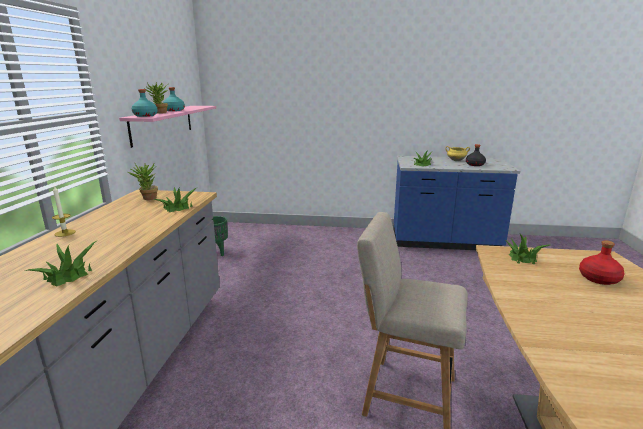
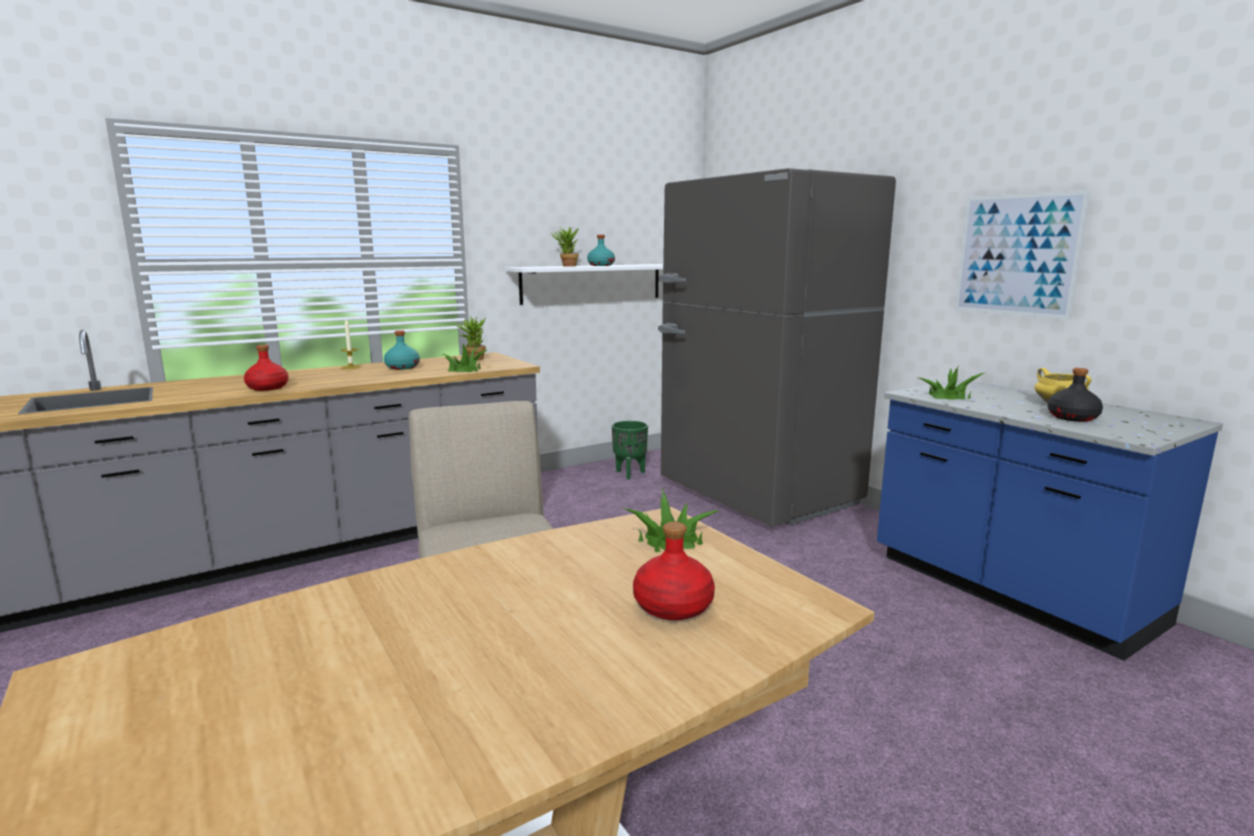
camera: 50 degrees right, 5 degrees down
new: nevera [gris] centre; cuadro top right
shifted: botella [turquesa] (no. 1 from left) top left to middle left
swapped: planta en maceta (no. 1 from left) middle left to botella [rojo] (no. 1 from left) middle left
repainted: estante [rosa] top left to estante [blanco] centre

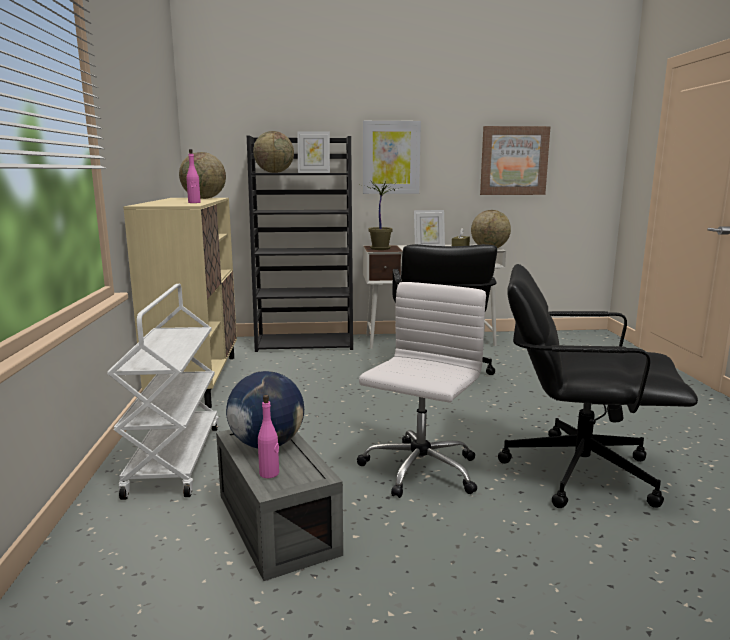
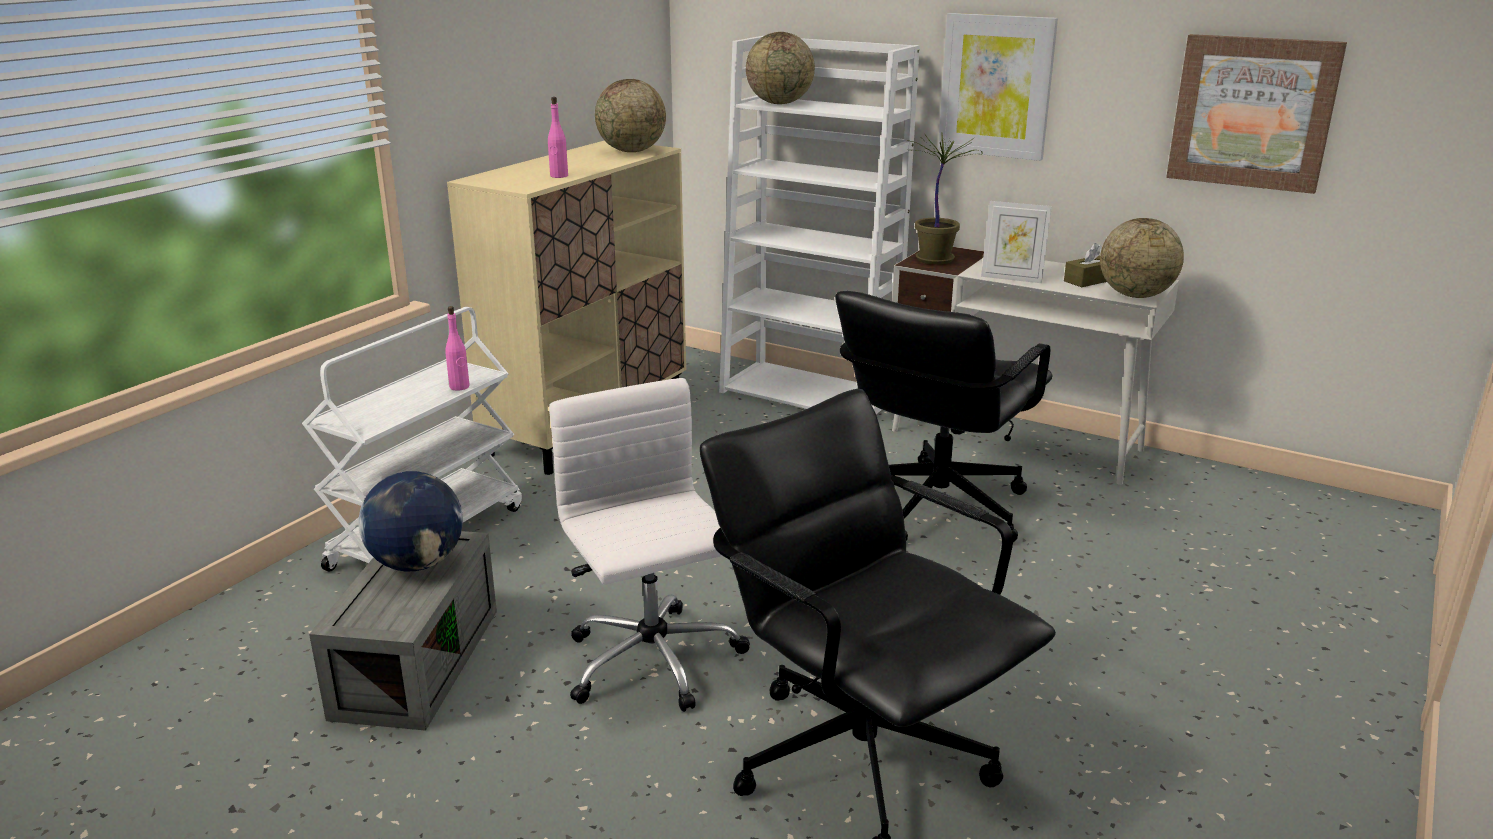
camera: 35 degrees right, 10 degrees up
gone: portarretratos (no. 1 from left) top centre
shifted: botella [rosa] (no. 2 from left in the first image) bottom centre to botella [rosa] (no. 1 from left) middle left
repainted: estantería [negro] centre to estantería [blanco] top centre
rotated: silla de oficina [blanco] centre = centre 90 degrees counterclockwise

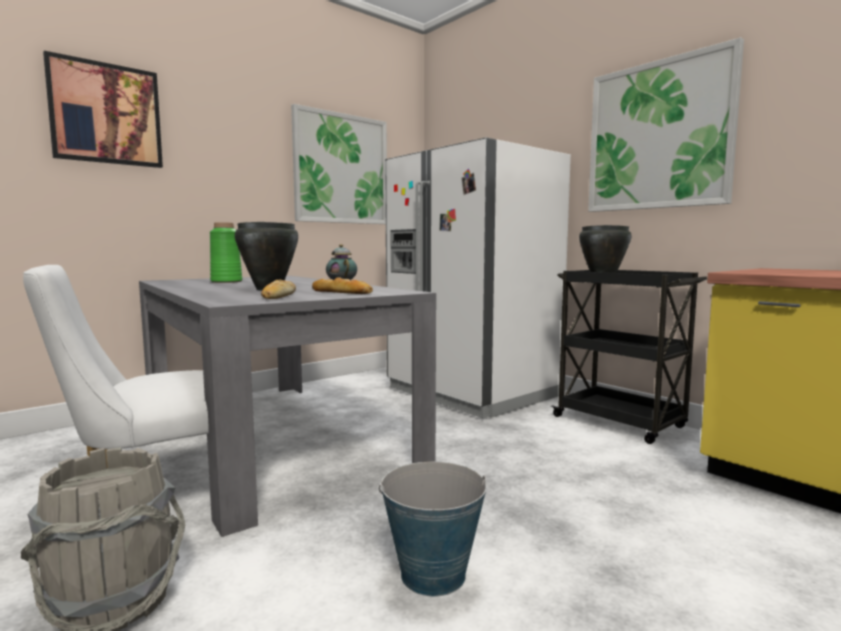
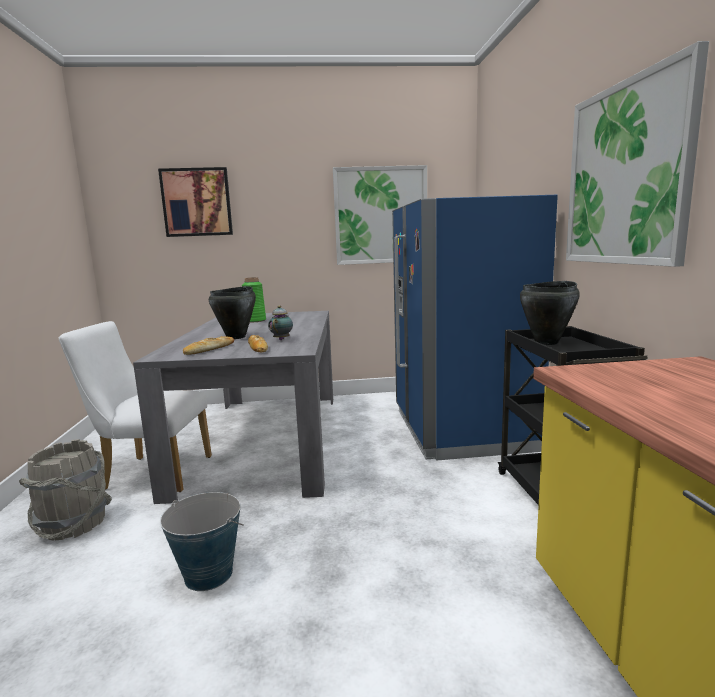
camera: 35 degrees right, 5 degrees up
repainted: nevera [blanco] centre to nevera [azul] centre

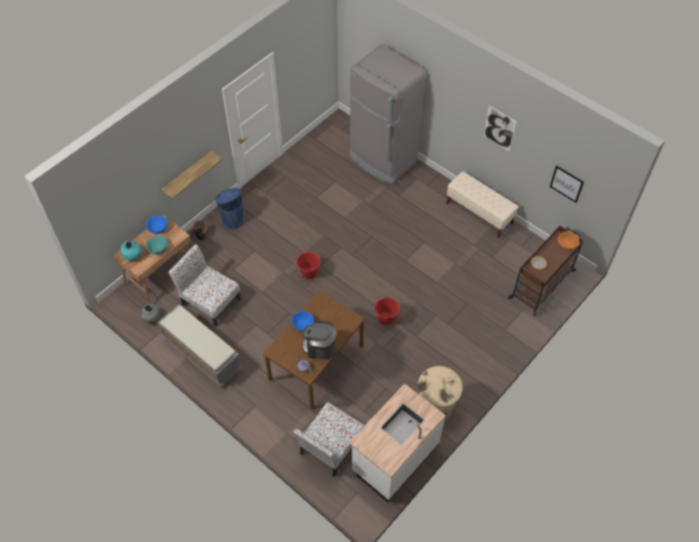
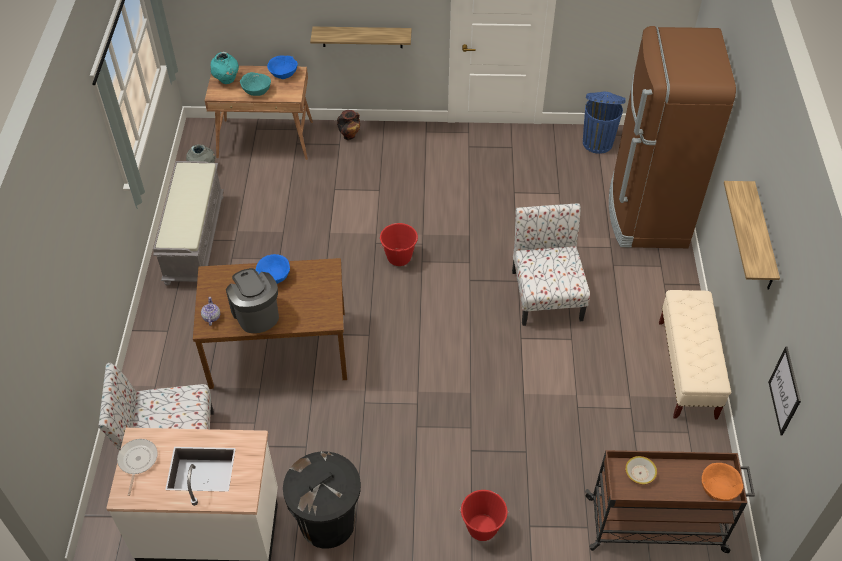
camera: 50 degrees right, 5 degrees down
new: sartén bottom left
shifted: silla (no. 1 from left in the first image) middle left to silla (no. 2 from left) centre; papelera [azul] middle left to top right; cubo [rojo] (no. 2 from left) centre to bottom centre
swapped: cuadro (no. 1 from left) top right to estante (no. 2 from left) middle right
repainted: nevera [gris] top centre to nevera [marrón] top right; papelera [beis] bottom centre to papelera [negro] bottom centre

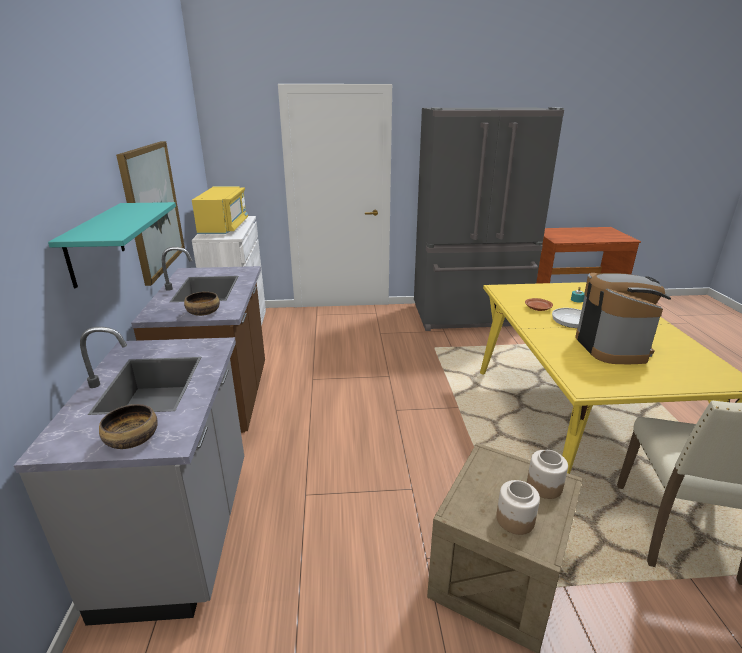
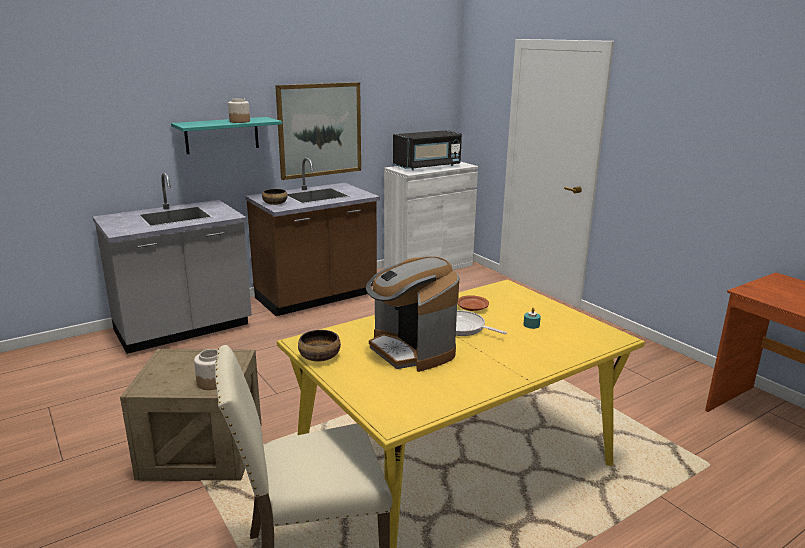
camera: 60 degrees right, 5 degrees down
gone: nevera [gris] centre
shifted: cuenco (no. 1 from left in the first image) middle left to cuenco (no. 2 from left) centre; tarro (no. 1 from left in the first image) bottom right to tarro (no. 2 from left) top left
repainted: microondas [amarillo] top left to microondas [negro] top centre
rotated: cafetera middle right = centre 90 degrees clockwise

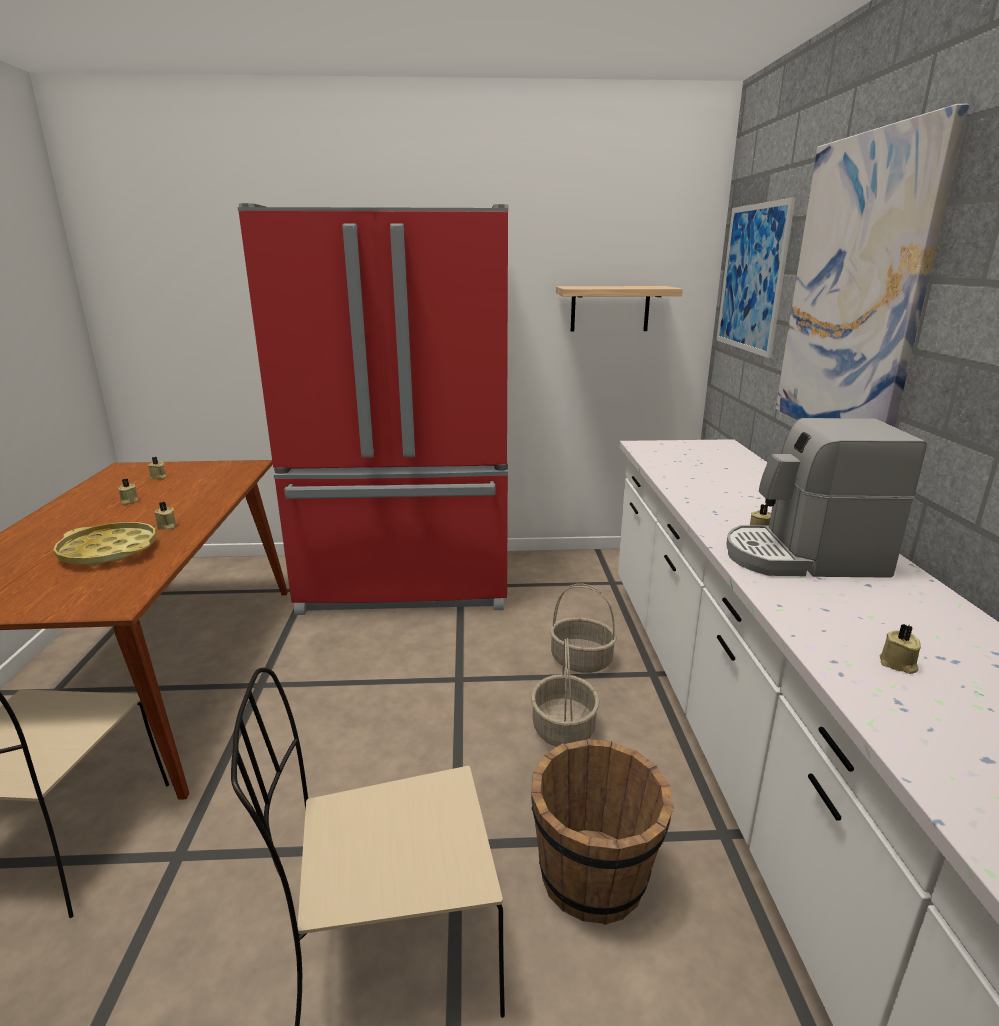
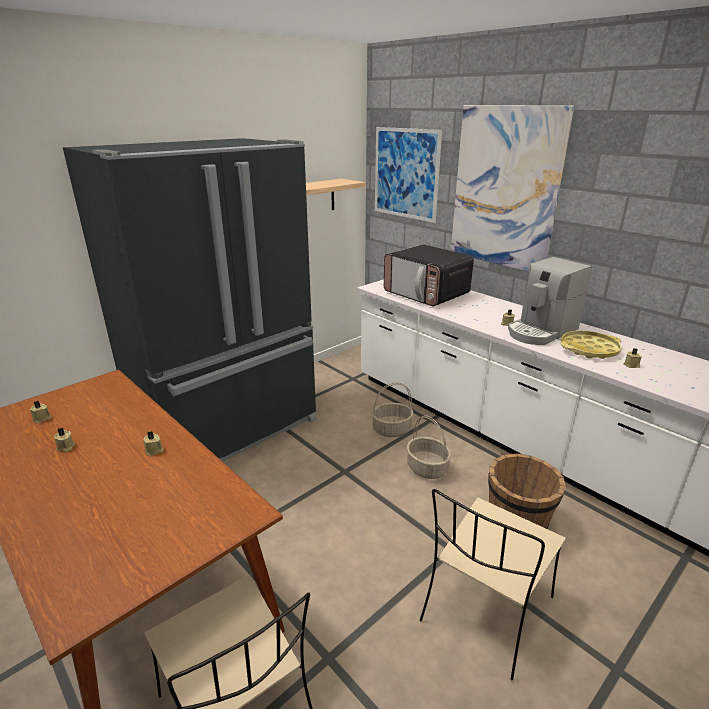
camera: 40 degrees left, 5 degrees up
new: microondas centre
shifted: bandeja [amarillo] middle left to middle right
repainted: nevera [rojo] centre to nevera [negro] middle left

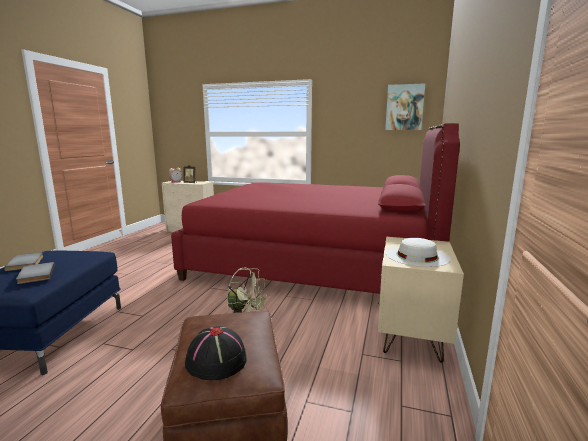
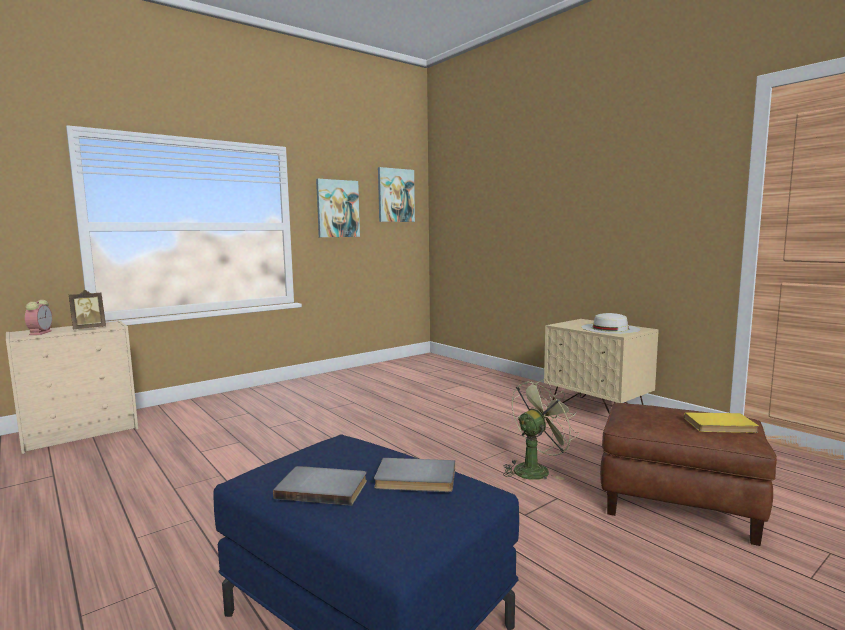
camera: 55 degrees left, 5 degrees down
gone: cama [rojo] centre
new: cuadro (no. 1 from left) top centre
swapped: sombrero [negro] bottom centre to libro [amarillo] bottom right

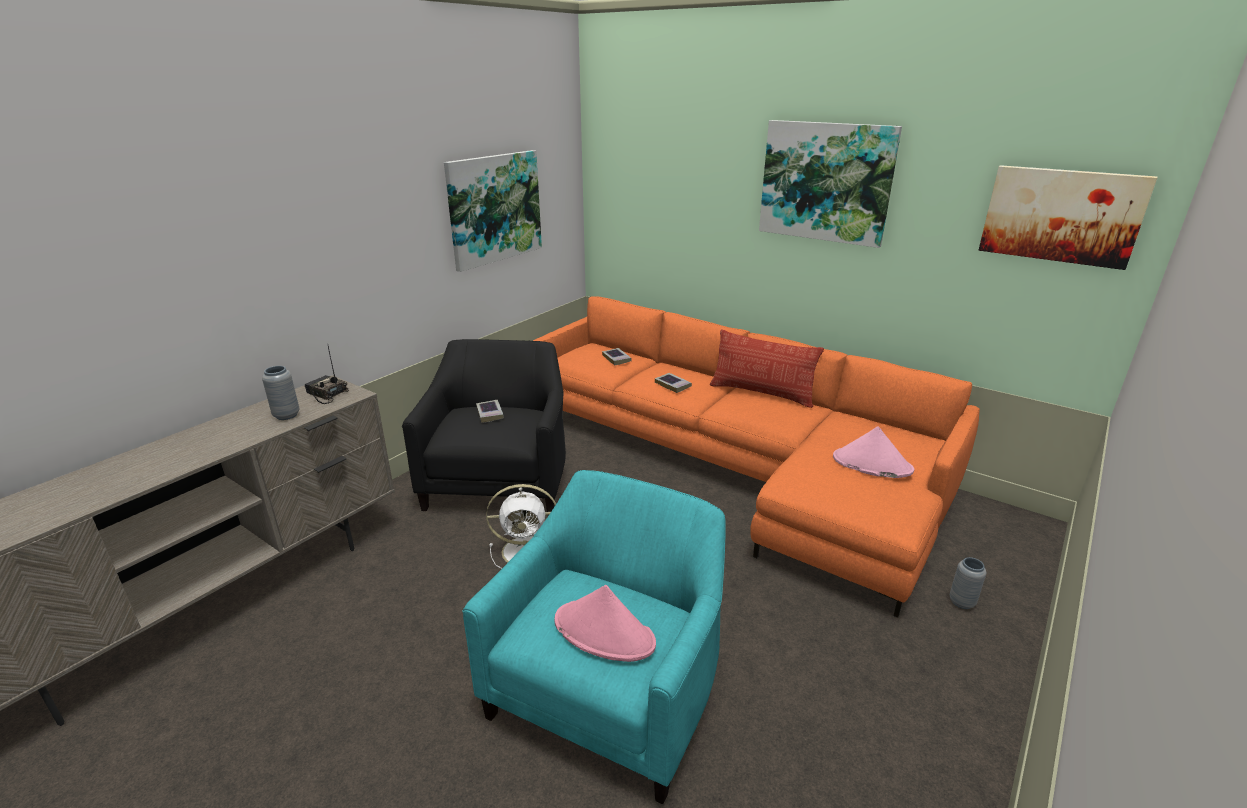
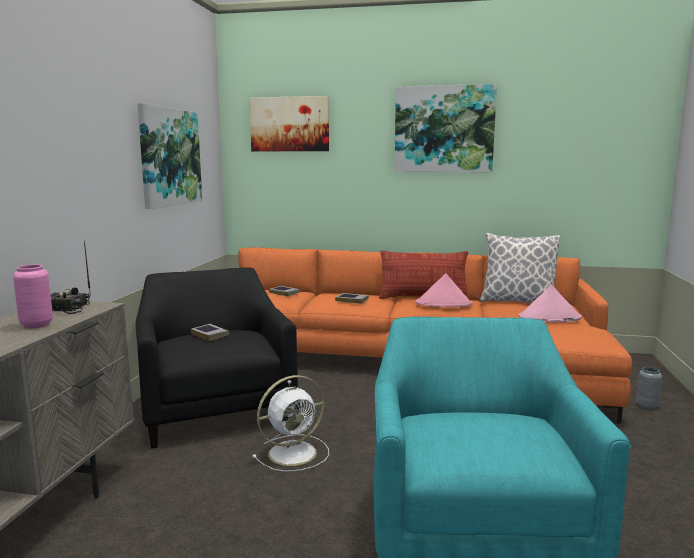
camera: 25 degrees left, 15 degrees down
new: cojín (no. 2 from left) middle right
shifted: sombrero [rosa] (no. 1 from left) bottom centre to centre; cuadro (no. 3 from left in the first image) top right to cuadro (no. 2 from left) top centre
repainted: florero [gris] (no. 1 from left) middle left to florero [rosa] middle left

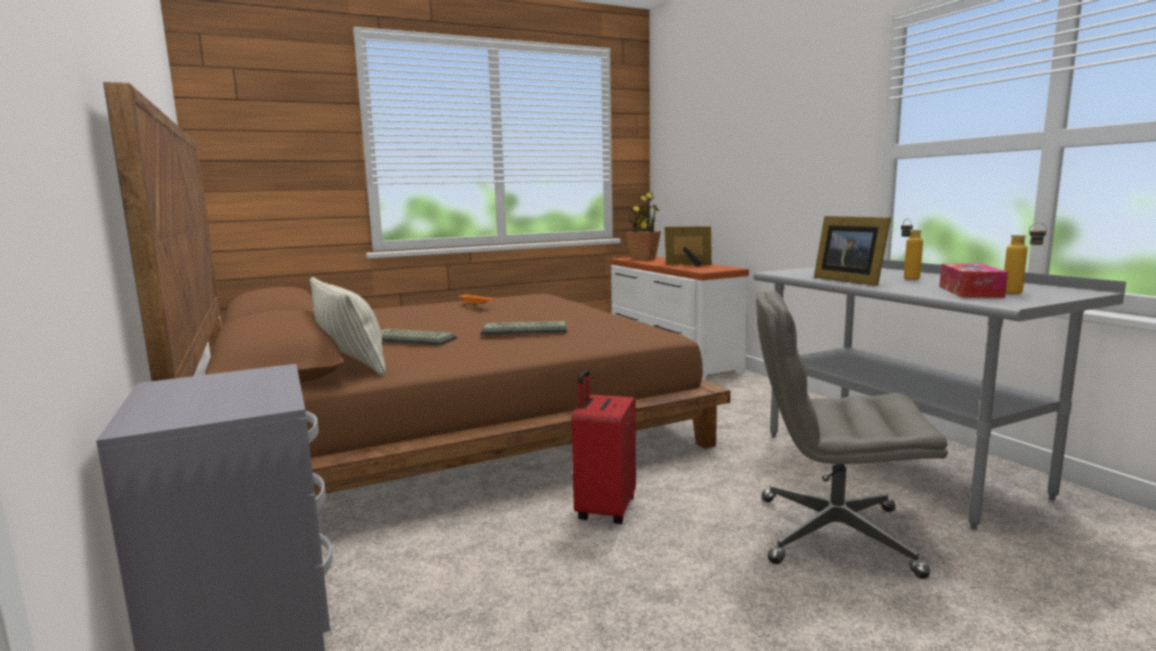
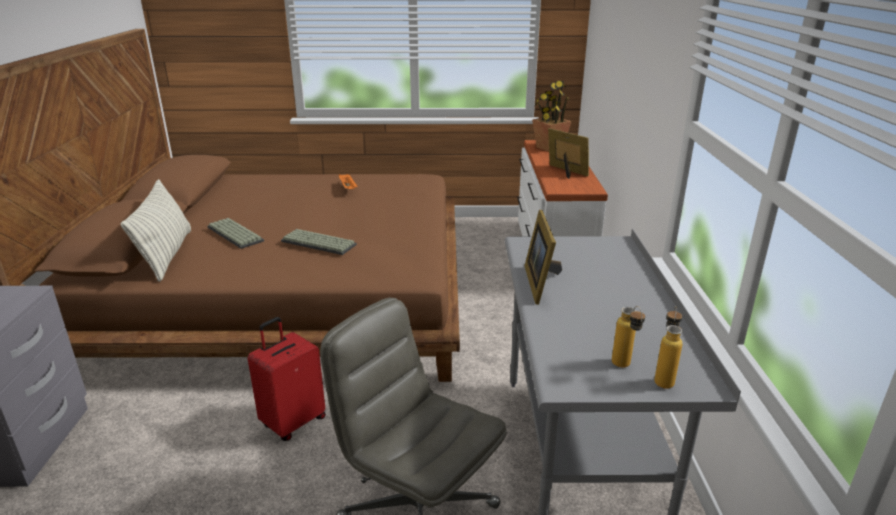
camera: 25 degrees right, 15 degrees up
gone: caja de pañuelos middle right
shifted: botella (no. 1 from left in the first image) middle right to botella (no. 2 from left) bottom right

